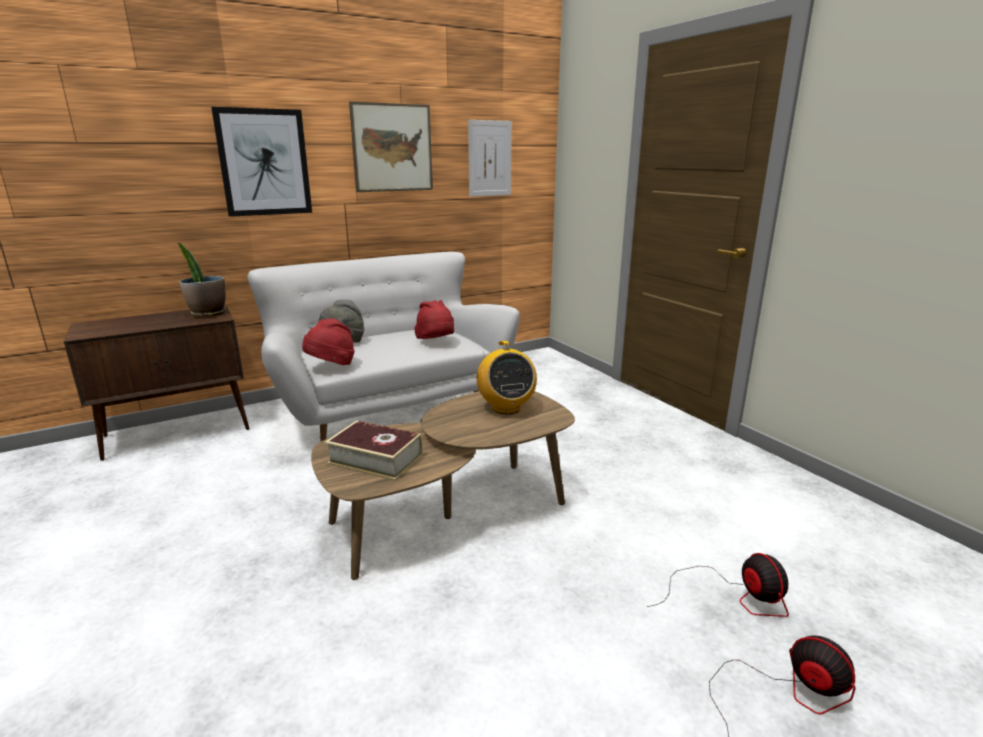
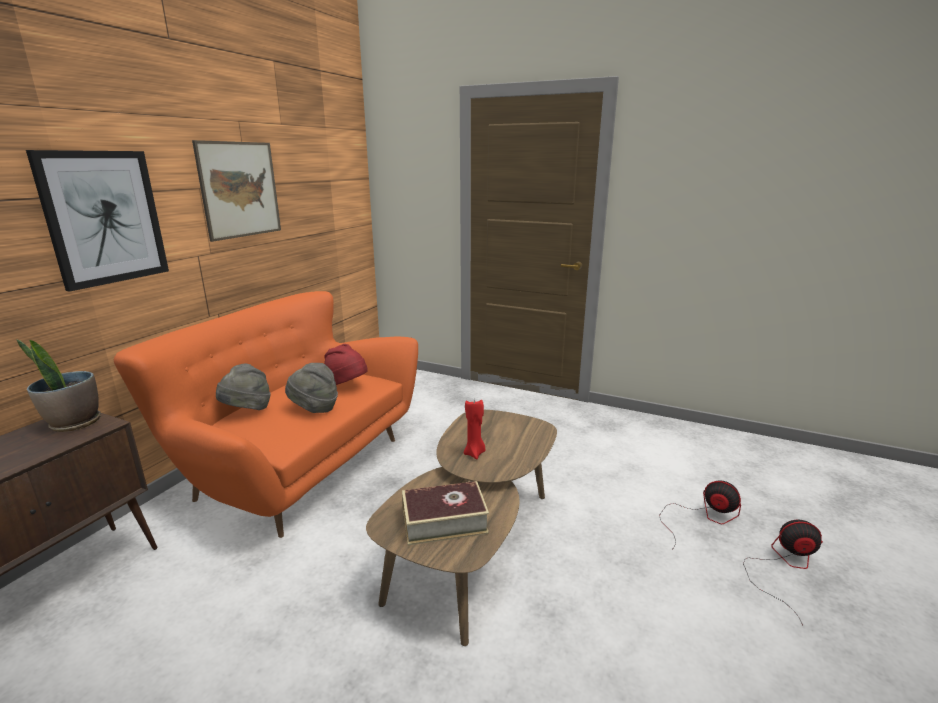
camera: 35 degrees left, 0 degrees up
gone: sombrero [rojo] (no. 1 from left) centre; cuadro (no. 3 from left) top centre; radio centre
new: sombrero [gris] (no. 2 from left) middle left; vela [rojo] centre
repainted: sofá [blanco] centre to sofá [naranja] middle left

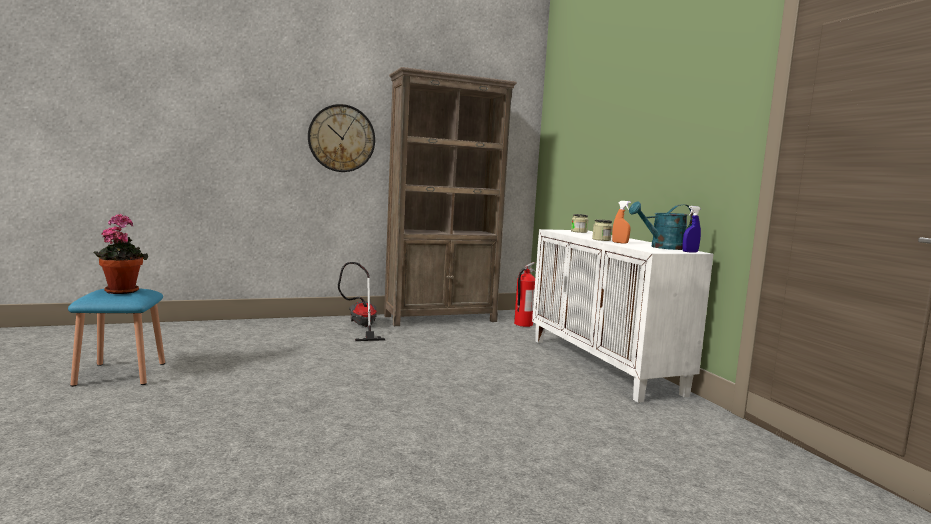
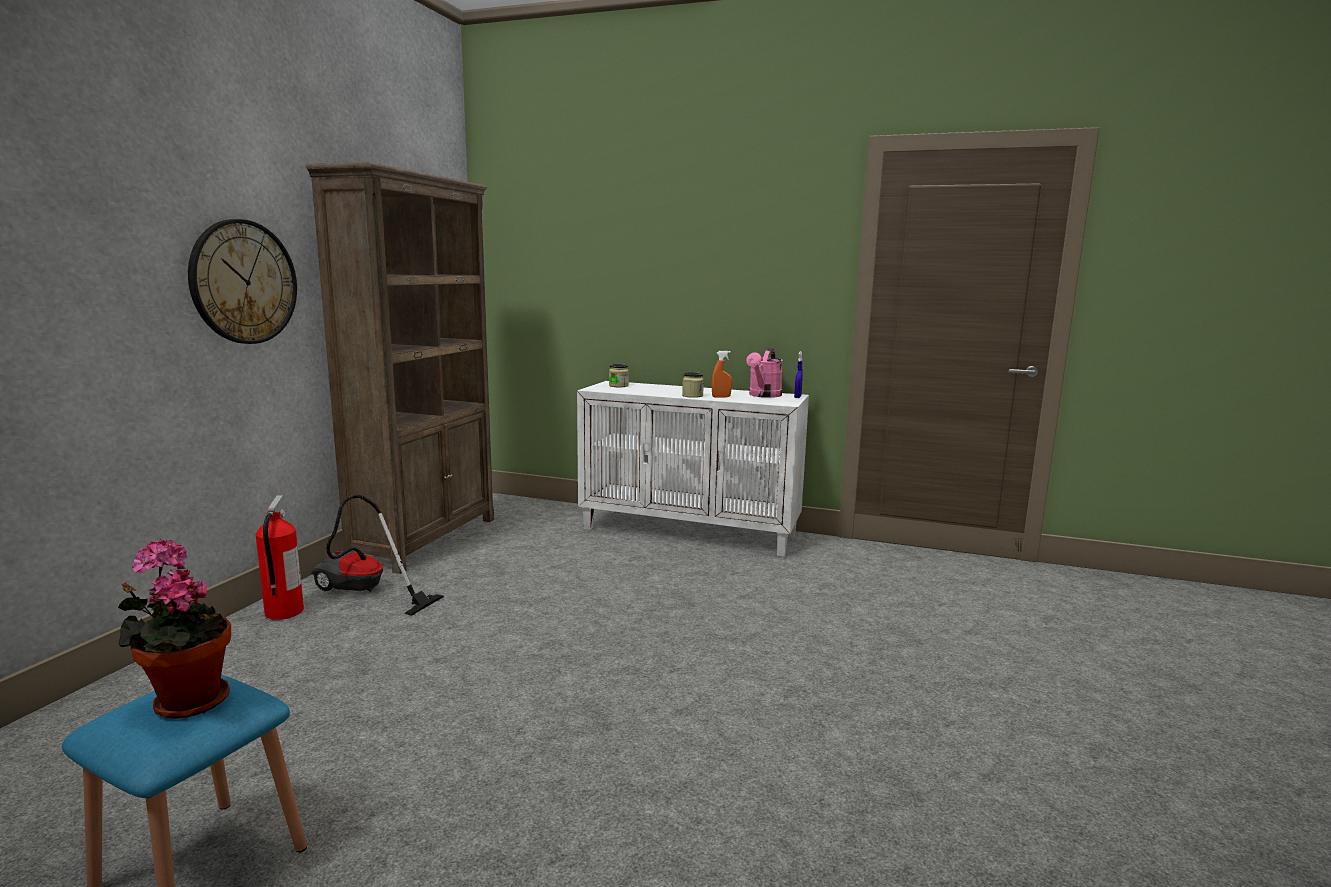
camera: 50 degrees left, 5 degrees up
shifted: extintor centre to middle left
repainted: regadera [turquesa] middle right to regadera [rosa] centre

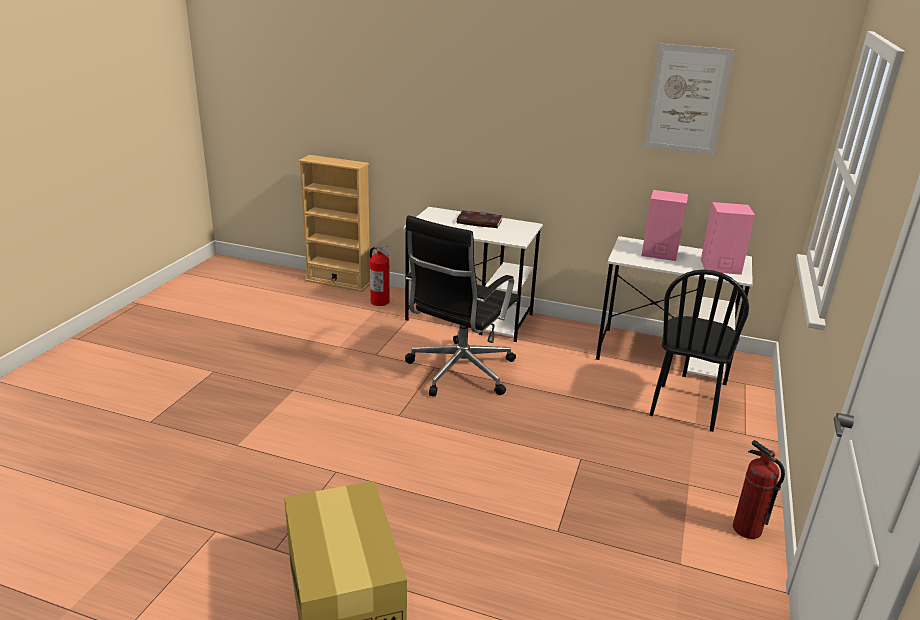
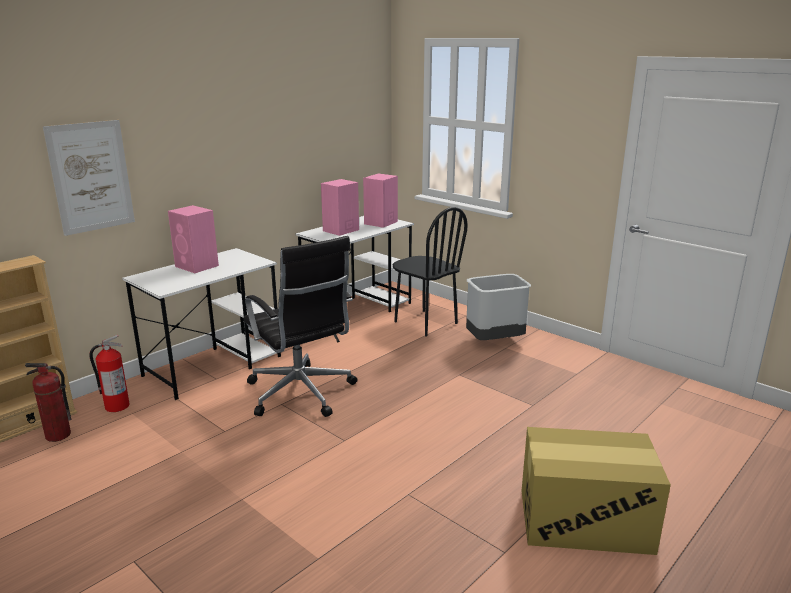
camera: 65 degrees left, 5 degrees down
new: papelera [gris] centre
shifted: cuadro top right to top left; extintor (no. 2 from left in the first image) bottom right to extintor (no. 1 from left) bottom left
swapped: libro centre to altavoz [rosa] (no. 1 from left) middle left

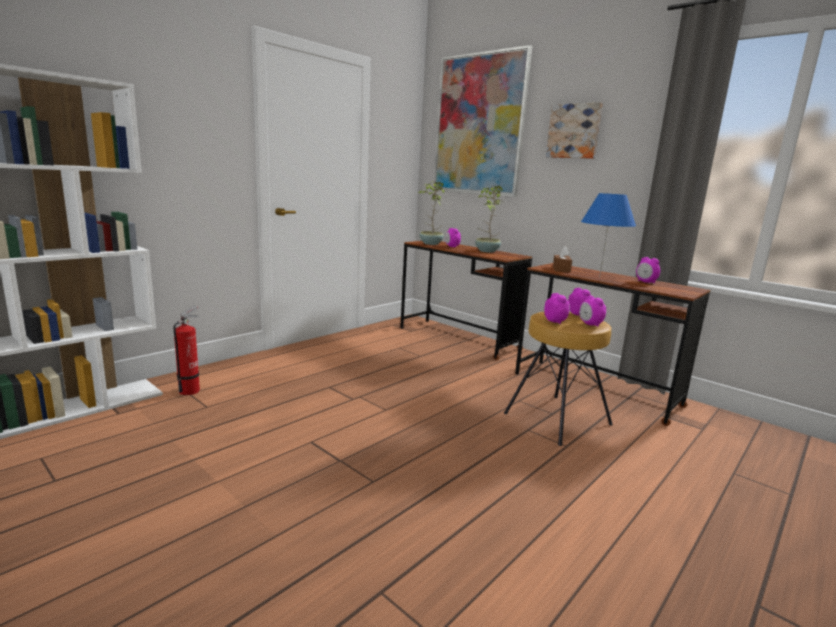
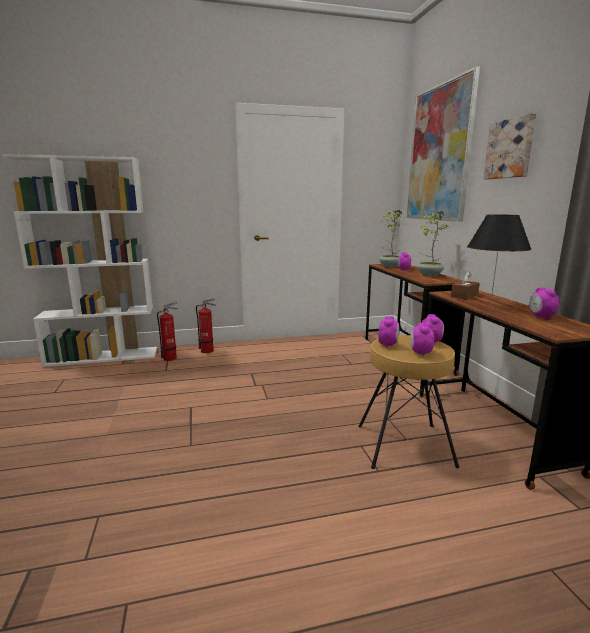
camera: 35 degrees right, 0 degrees up
new: extintor (no. 2 from left) centre
repainted: lámpara de mesa [azul] middle right to lámpara de mesa [negro] middle right

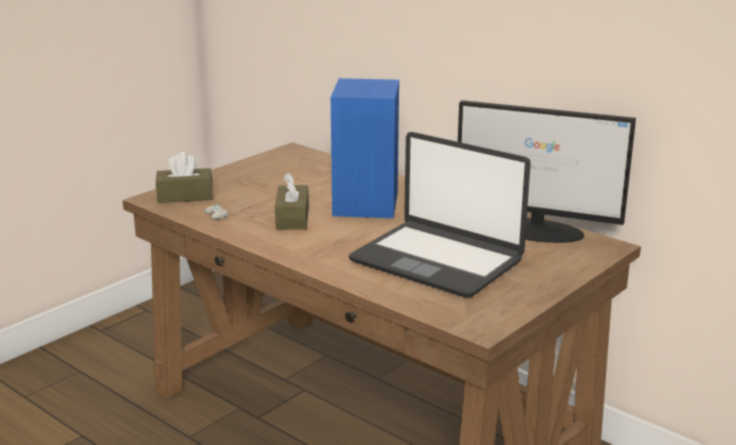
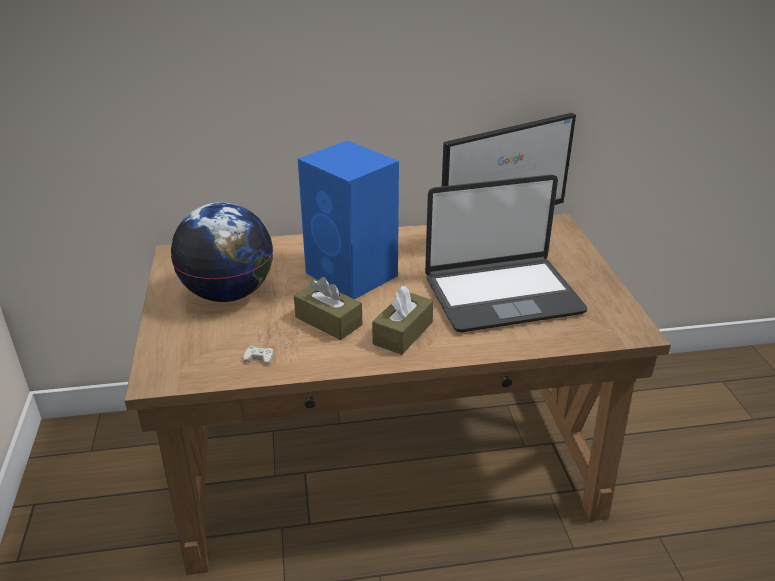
camera: 50 degrees left, 10 degrees up
new: globo terráqueo middle left
shifted: caja de pañuelos [marrón] (no. 1 from left in the first image) middle left to caja de pañuelos [marrón] (no. 2 from left) centre

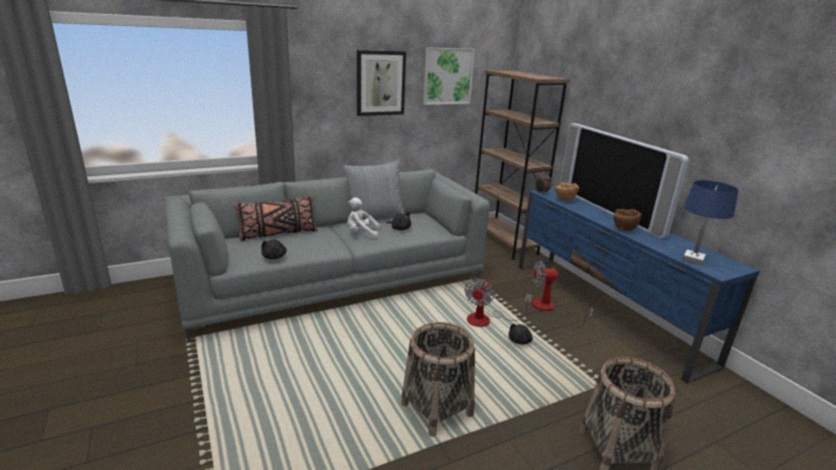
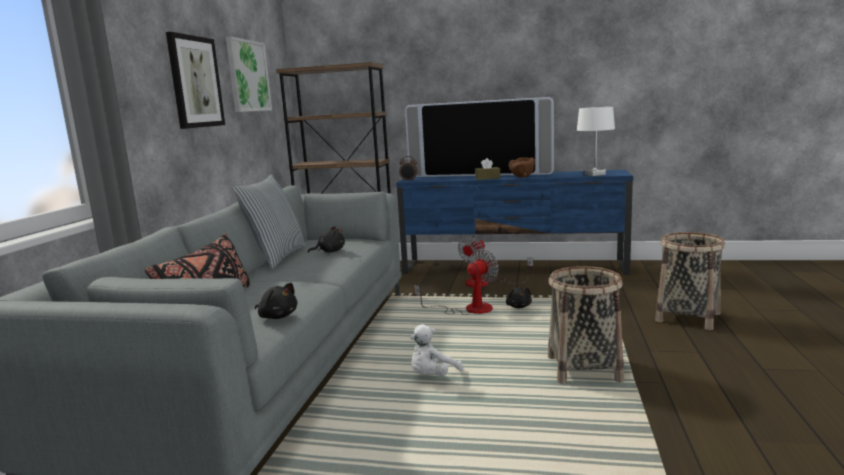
camera: 50 degrees left, 10 degrees down
gone: cuenco [marrón] (no. 1 from left) middle right
new: caja de pañuelos [marrón] centre
shifted: peluche [blanco] centre to bottom centre
repainted: lámpara de mesa [azul] middle right to lámpara de mesa [blanco] top right
rotated: ventilador (no. 1 from left) centre = centre 105 degrees counterclockwise

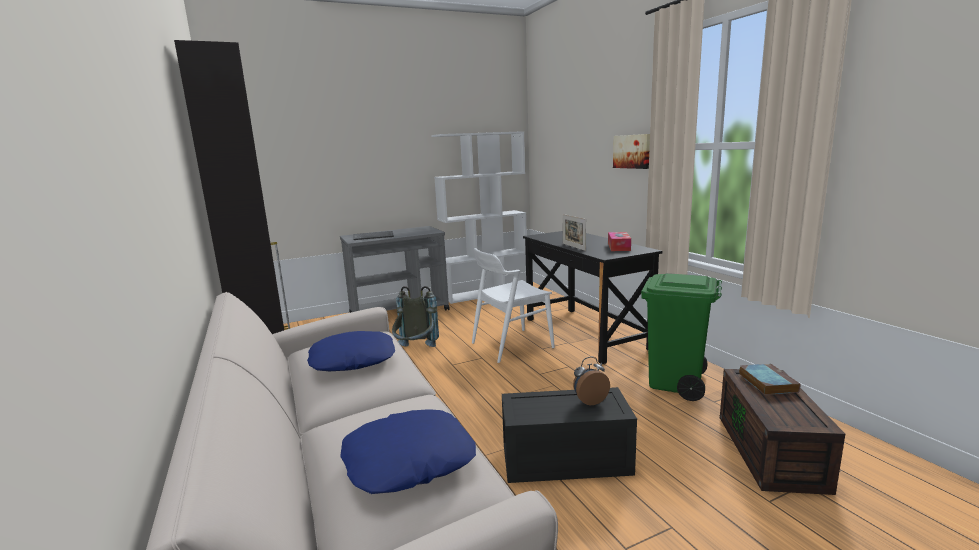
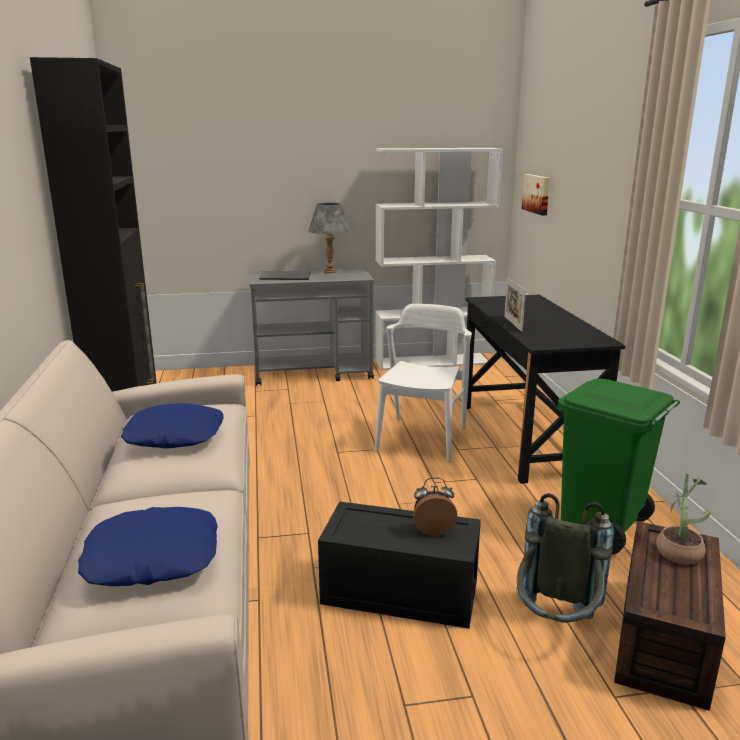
camera: 15 degrees right, 5 degrees up
gone: caja de pañuelos centre
new: lámpara de mesa [gris] top centre
shifted: mochila [gris] centre to bottom right; cuadro top centre to top right
swapped: libro bottom right to planta en maceta bottom right
rotated: silla [blanco] centre = centre 120 degrees clockwise

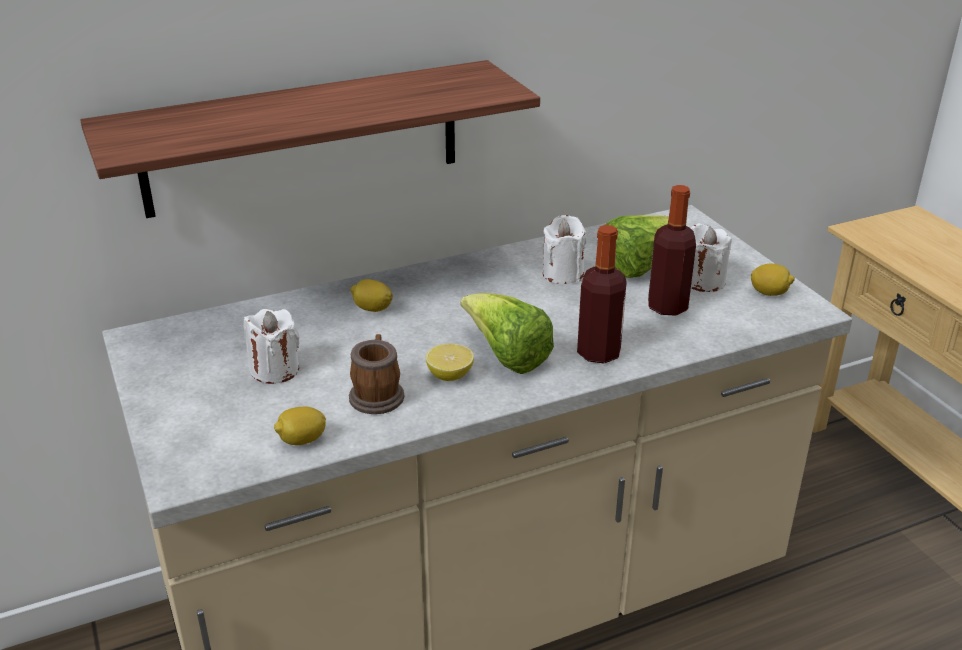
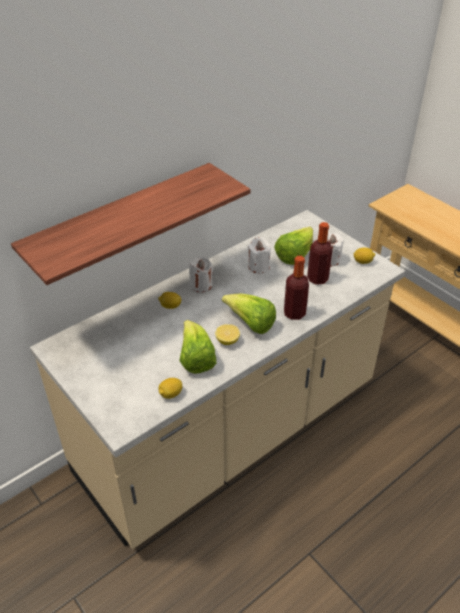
camera: 15 degrees left, 10 degrees up
shifted: vela [blanco] (no. 1 from left) middle left to centre
swapped: taza grande centre to lechuga (no. 1 from left) centre

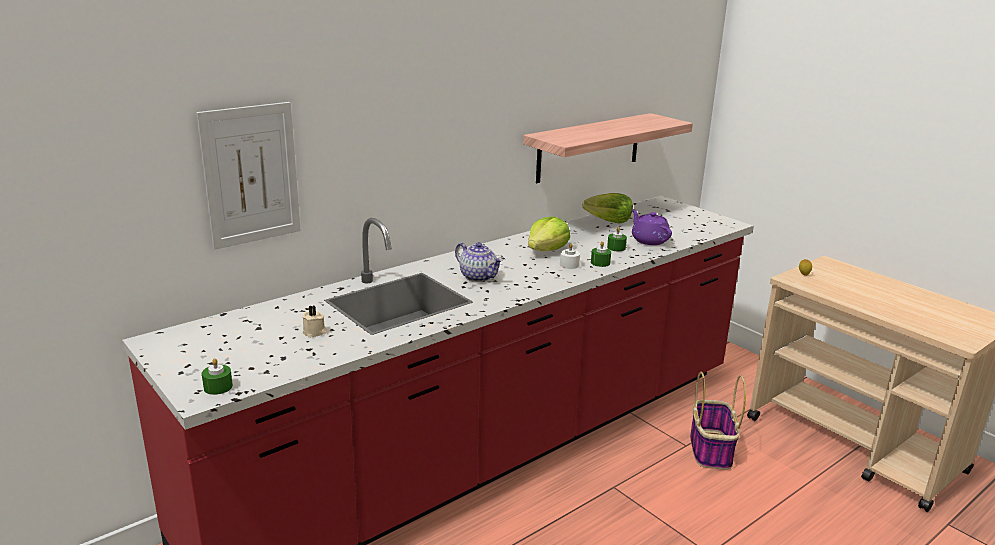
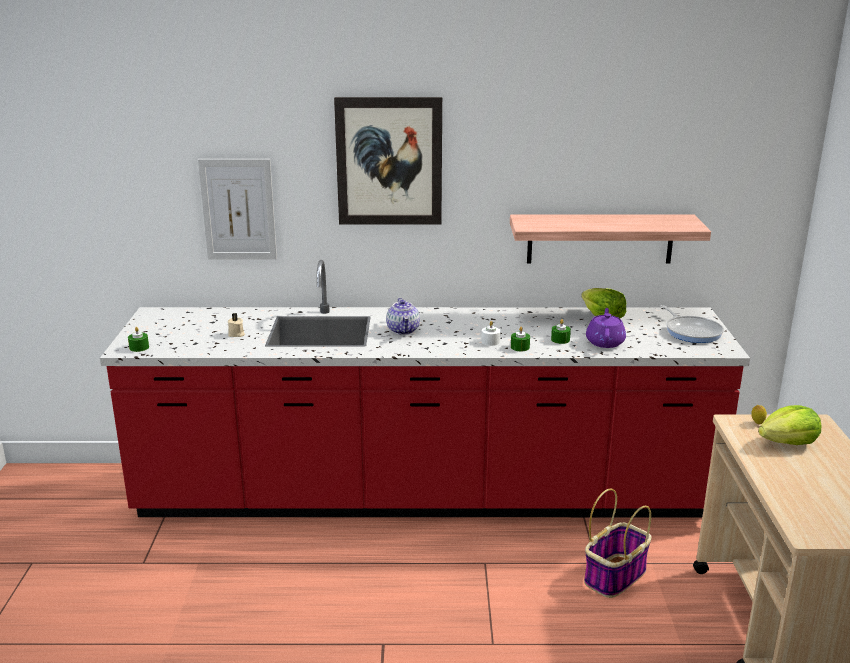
camera: 40 degrees right, 0 degrees up
new: cuadro (no. 2 from left) top centre; sartén middle right
shifted: lechuga (no. 1 from left in the first image) centre to lechuga (no. 2 from left) middle right

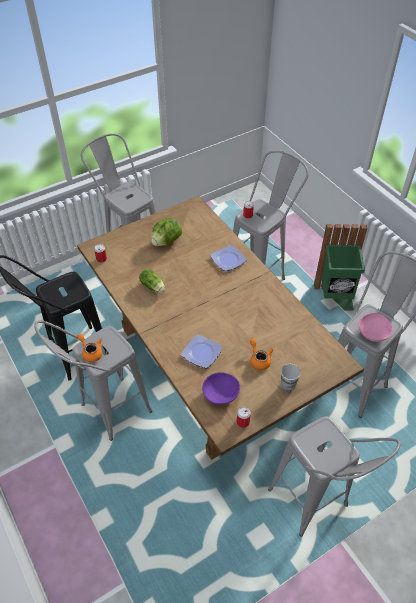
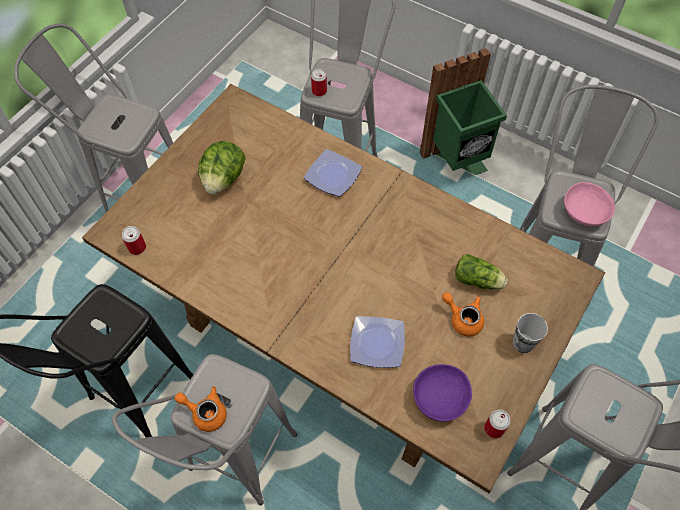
camera: 25 degrees left, 10 degrees up
shifted: lechuga (no. 1 from left in the first image) centre to lechuga (no. 2 from left) middle right

